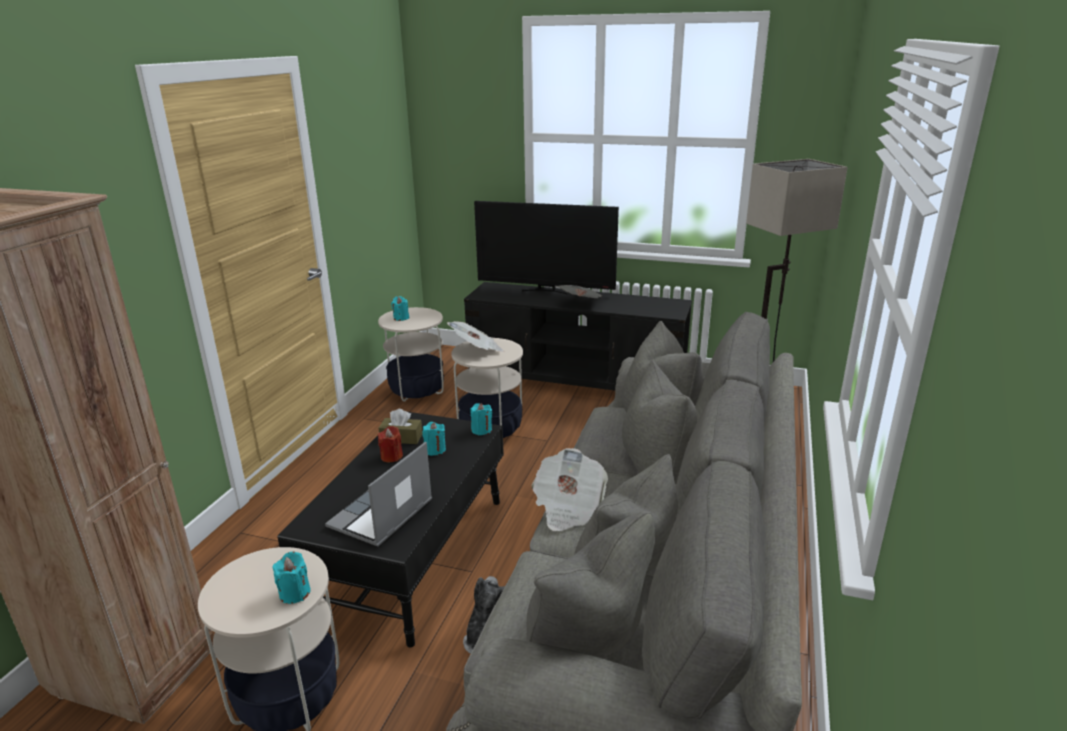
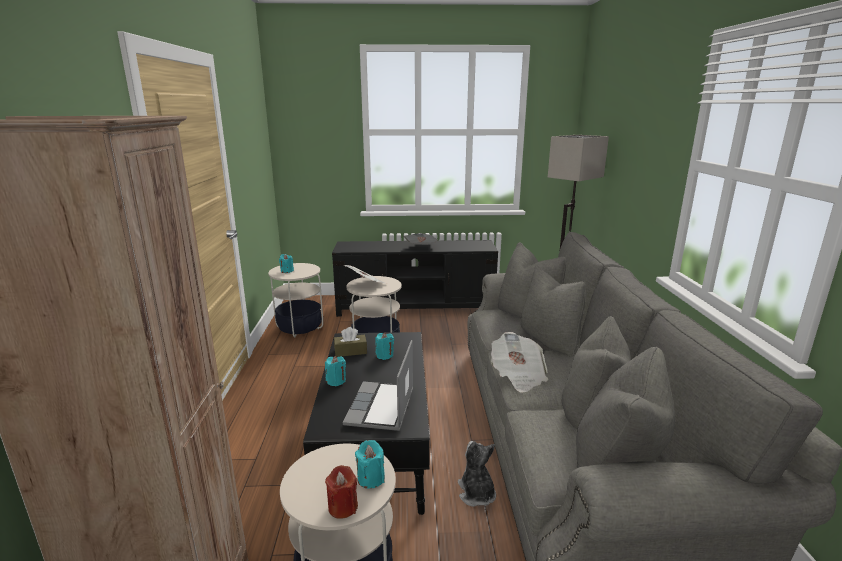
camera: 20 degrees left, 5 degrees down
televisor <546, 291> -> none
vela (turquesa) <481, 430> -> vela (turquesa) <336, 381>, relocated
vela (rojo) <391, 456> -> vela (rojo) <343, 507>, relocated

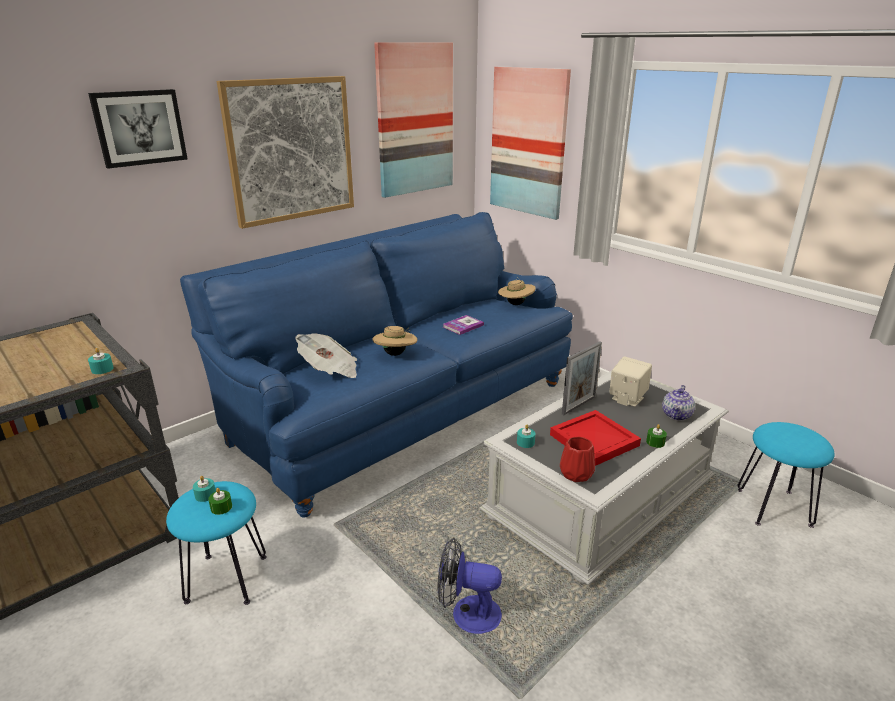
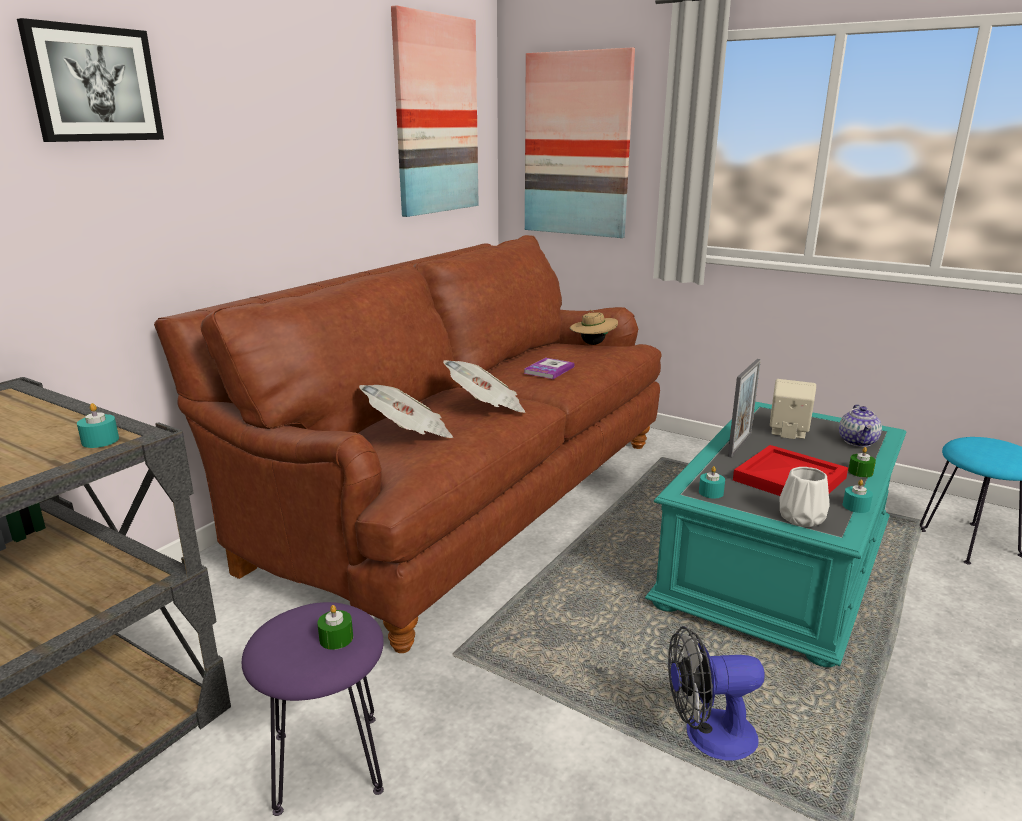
camera: 15 degrees left, 5 degrees down
cuadro <291, 150> -> none
sofá (azul) <397, 407> -> sofá (marrón) <458, 495>
sombrero (beis) <395, 354> -> periódico <486, 407>
mesa de centro (blanco) <601, 496> -> mesa de centro (turquesa) <777, 561>
florero (rojo) <575, 473> -> florero (blanco) <800, 518>
vela (turquesa) <205, 495> -> vela (turquesa) <856, 506>, relocated
taburete (turquesa) <226, 578> -> taburete (morado) <327, 762>

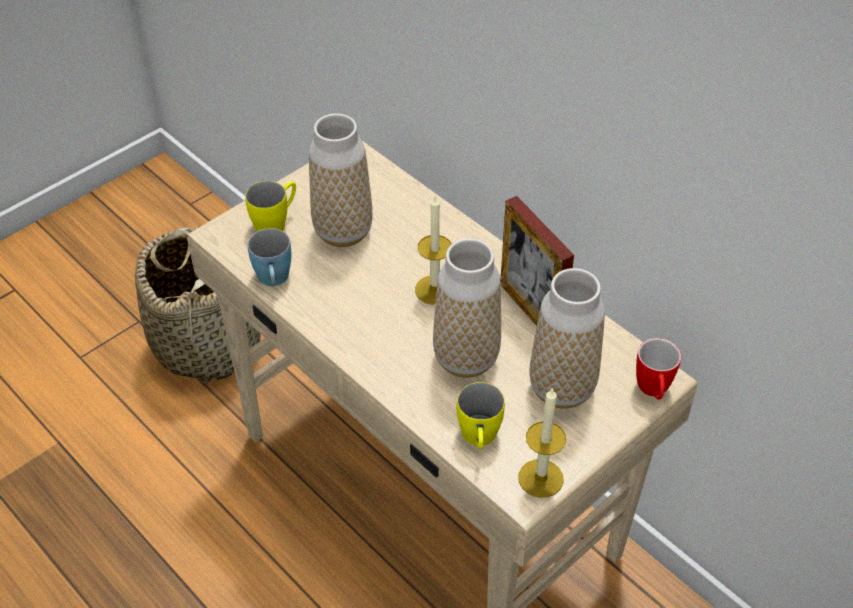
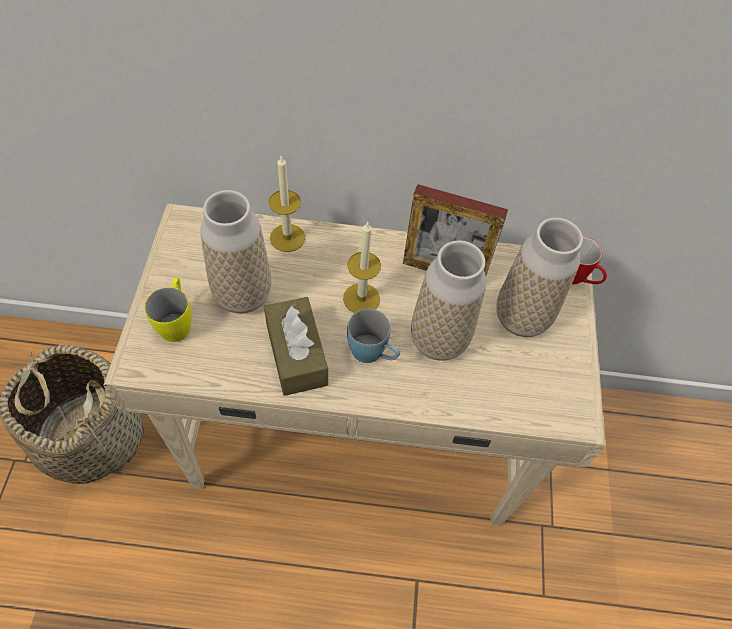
camera: 45 degrees left, 10 degrees up
taza grande (azul) <274, 281> -> taza grande (azul) <373, 354>, relocated
taza grande (amarillo) <479, 439> -> none
vela <540, 478> -> vela <287, 238>, relocated
none -> caja de pañuelos (marrón) <296, 354>

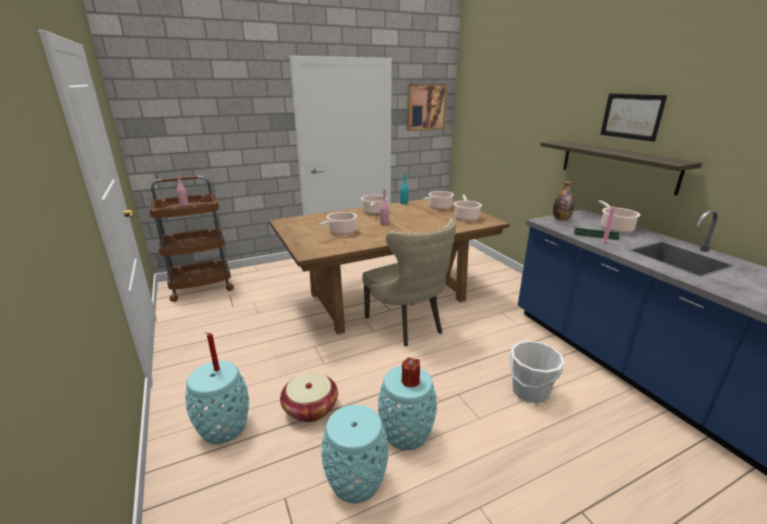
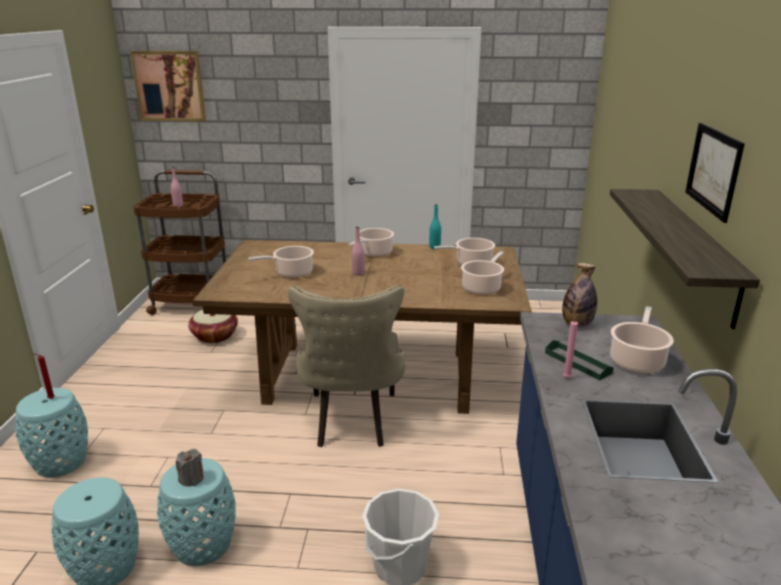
camera: 30 degrees right, 0 degrees up
cuadro <426, 107> -> cuadro <169, 86>, relocated
vela (rojo) <410, 381> -> vela (gris) <191, 479>
cesta <310, 408> -> cesta <214, 336>, relocated

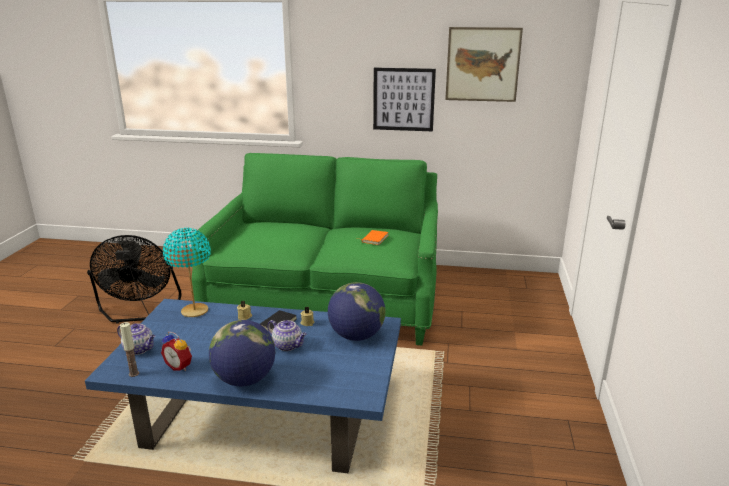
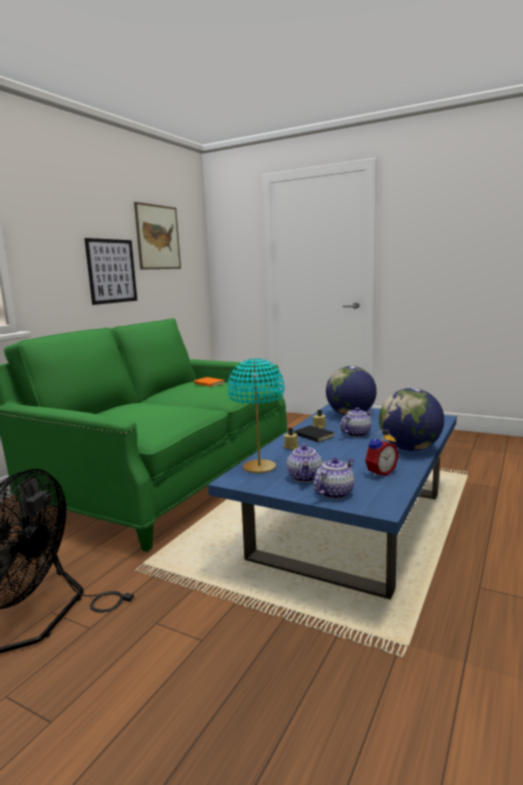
camera: 70 degrees left, 10 degrees down
vela <134, 373> -> none
none -> tetera <305, 478>

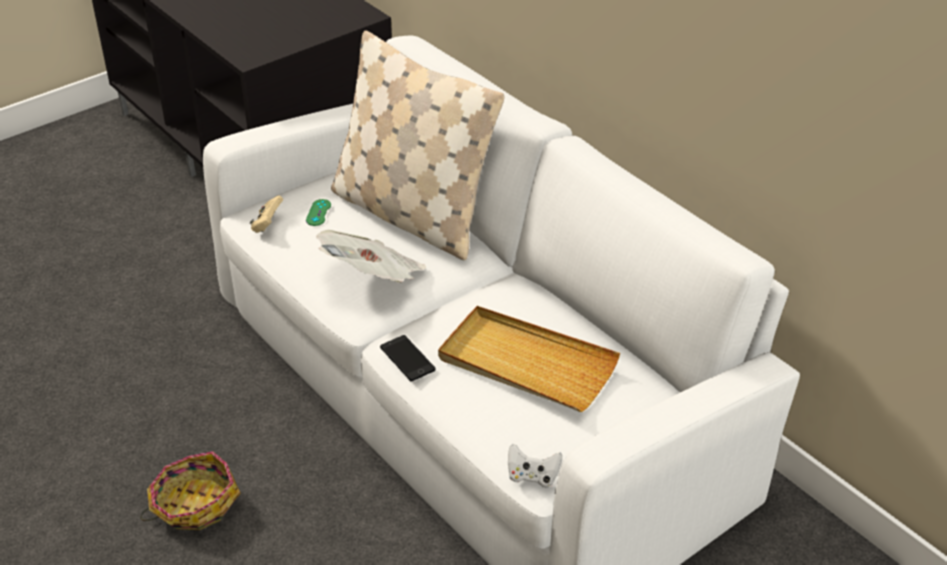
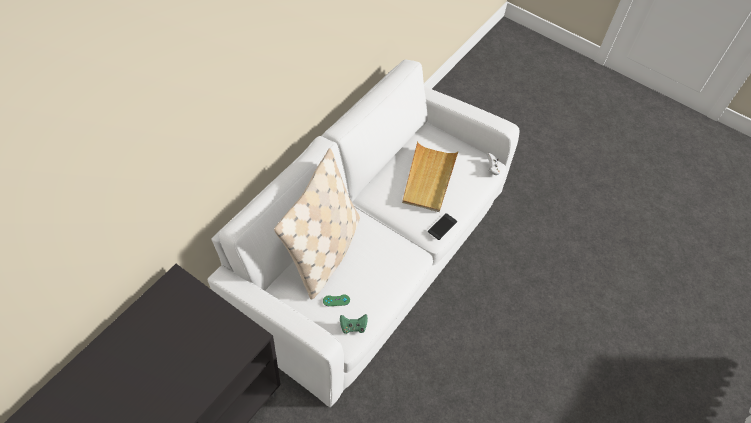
camera: 110 degrees left, 15 degrees up
mando de consola (beis) <267, 225> -> mando de consola (verde) <353, 327>
periódico <373, 278> -> none
cesta <194, 504> -> none

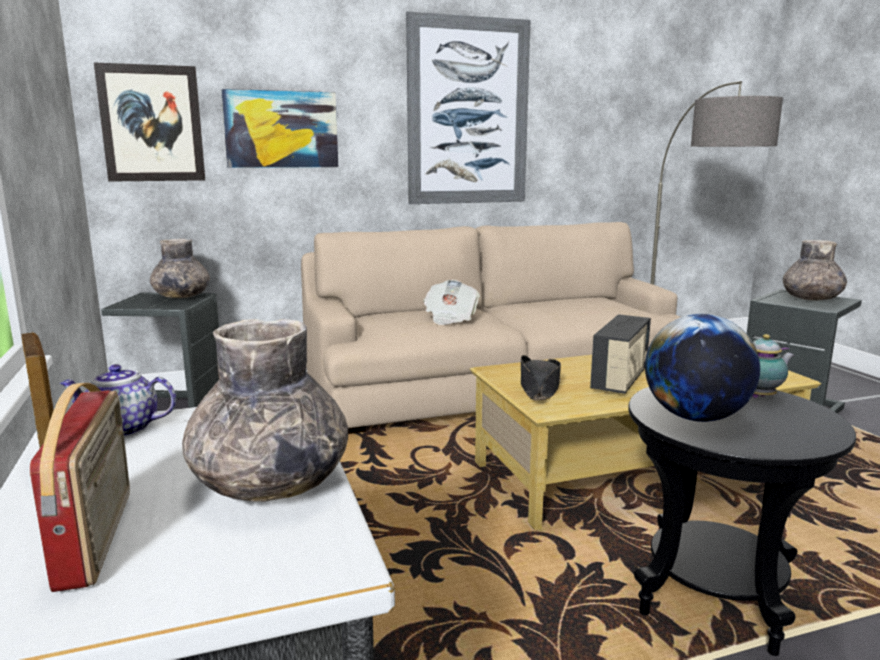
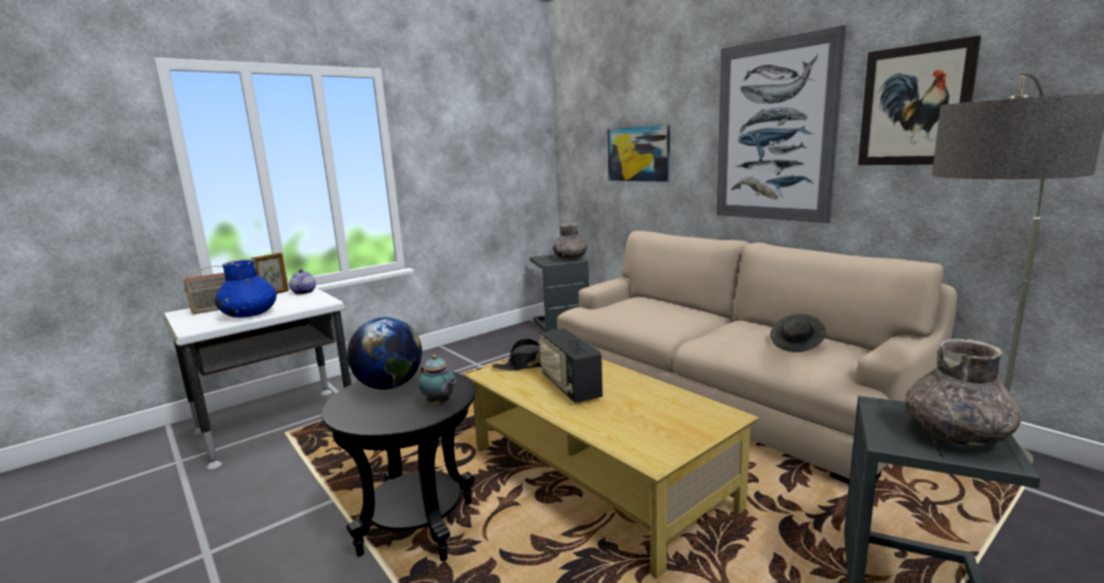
camera: 70 degrees right, 0 degrees up
cuadro <152, 124> -> cuadro <915, 106>, relocated
periódico <450, 318> -> none
radio <620, 380> -> radio <569, 387>, 60 degrees clockwise
florero (gris) <269, 484> -> florero (azul) <249, 314>
none -> sombrero (gris) <797, 344>

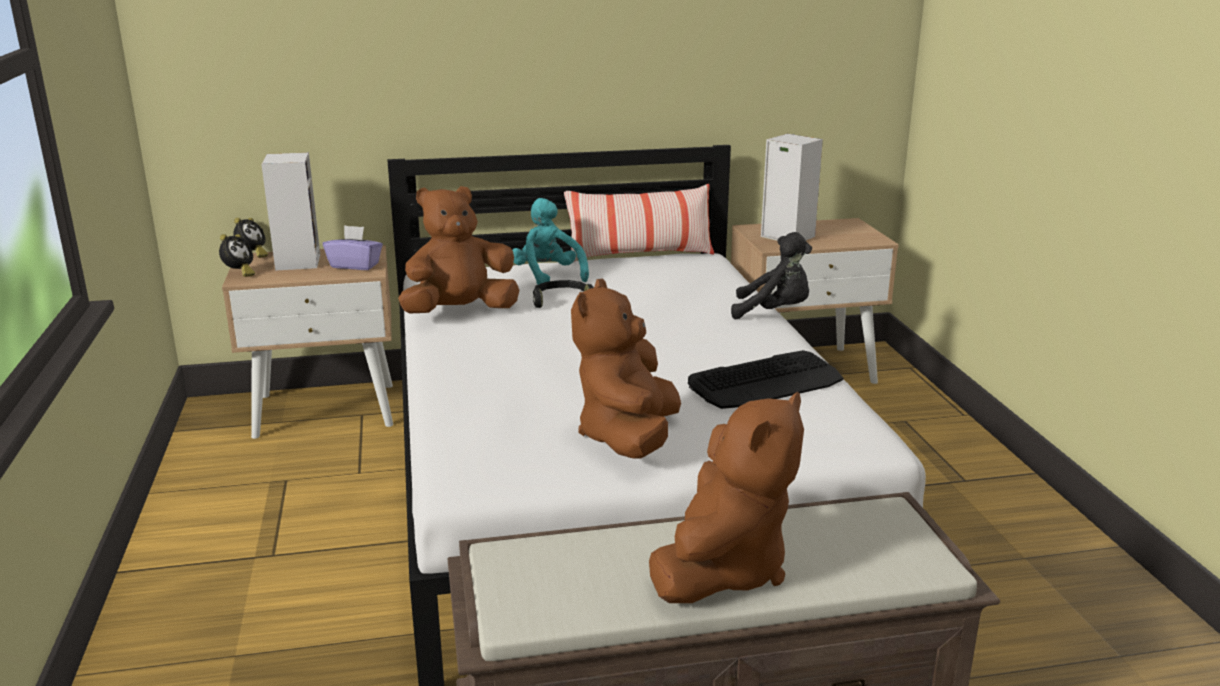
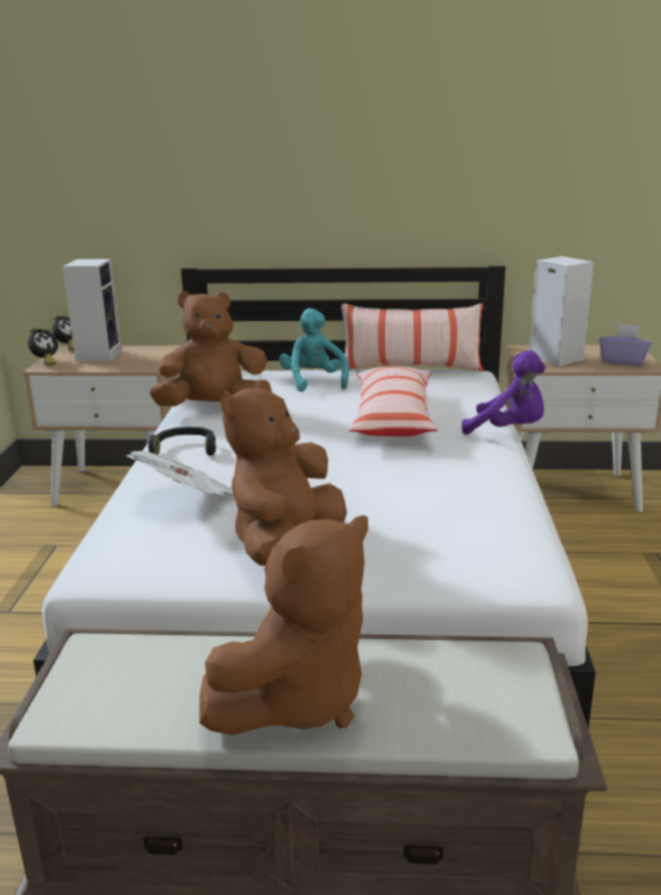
camera: 15 degrees right, 0 degrees up
caja de pañuelos (morado) <355, 265> -> caja de pañuelos (morado) <623, 361>, relocated
peluche (negro) <774, 312> -> peluche (morado) <509, 431>
auriculares (negro) <561, 300> -> auriculares (negro) <186, 449>, relocated
teclado <766, 382> -> none
none -> cojín <393, 418>
none -> periódico <188, 500>

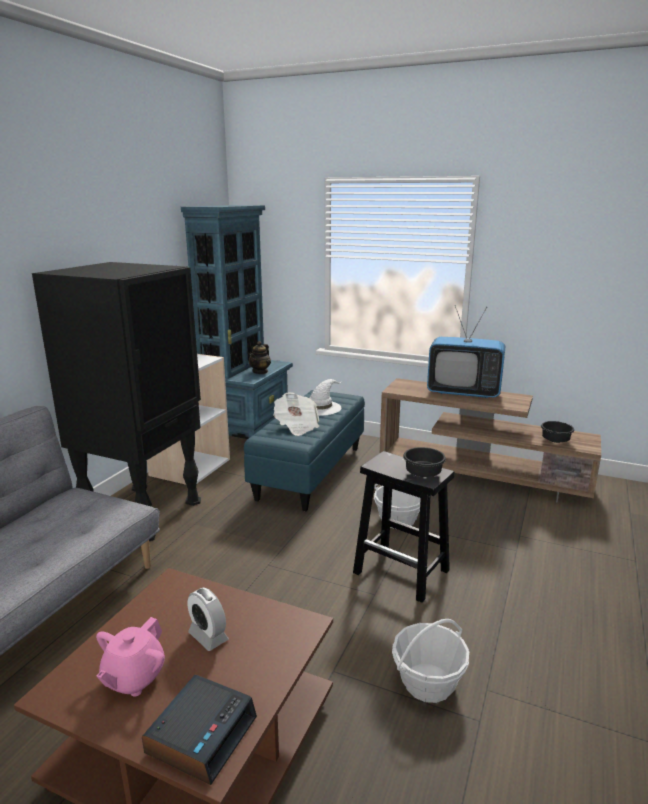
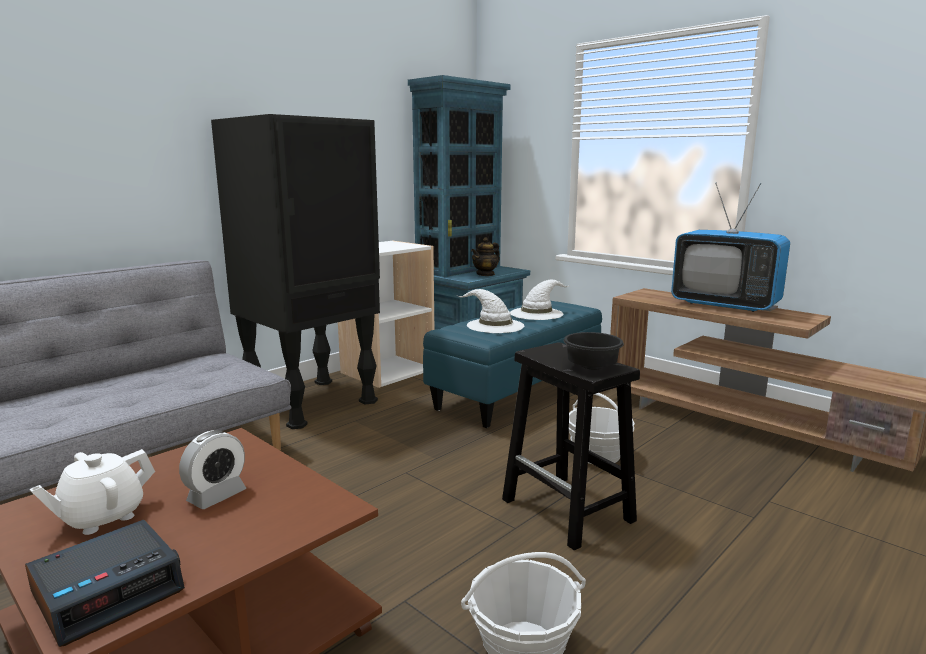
camera: 20 degrees right, 5 degrees down
periódico <296, 426> -> sombrero (blanco) <494, 325>
cuenco (negro) <554, 440> -> none
despertador <208, 636> -> despertador <216, 496>, 120 degrees counterclockwise
tetera (rosa) <133, 678> -> tetera (blanco) <102, 517>

